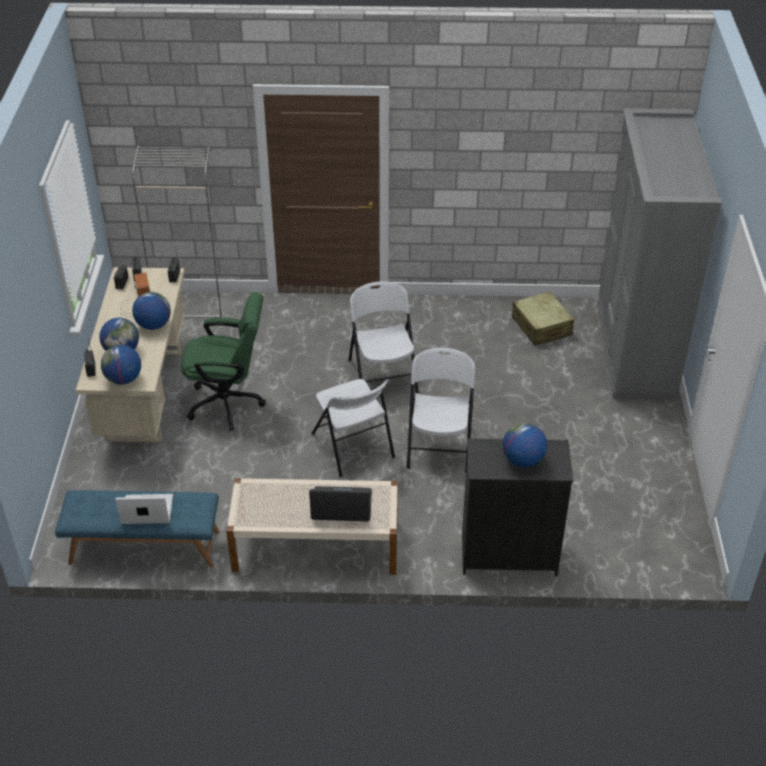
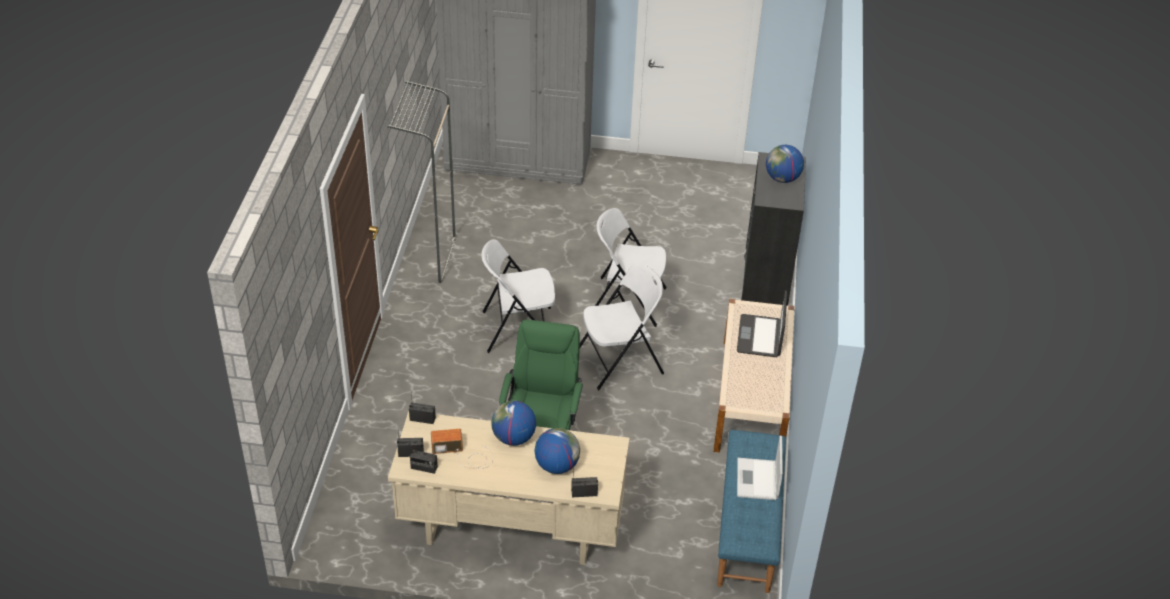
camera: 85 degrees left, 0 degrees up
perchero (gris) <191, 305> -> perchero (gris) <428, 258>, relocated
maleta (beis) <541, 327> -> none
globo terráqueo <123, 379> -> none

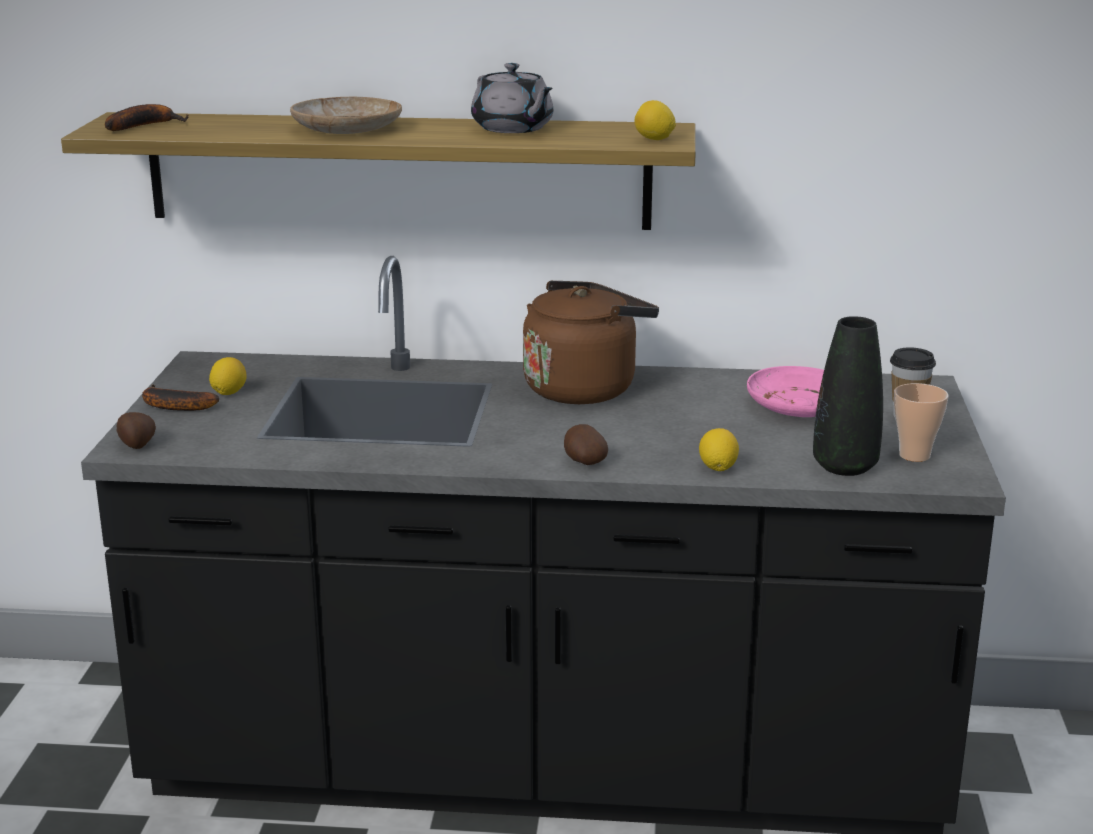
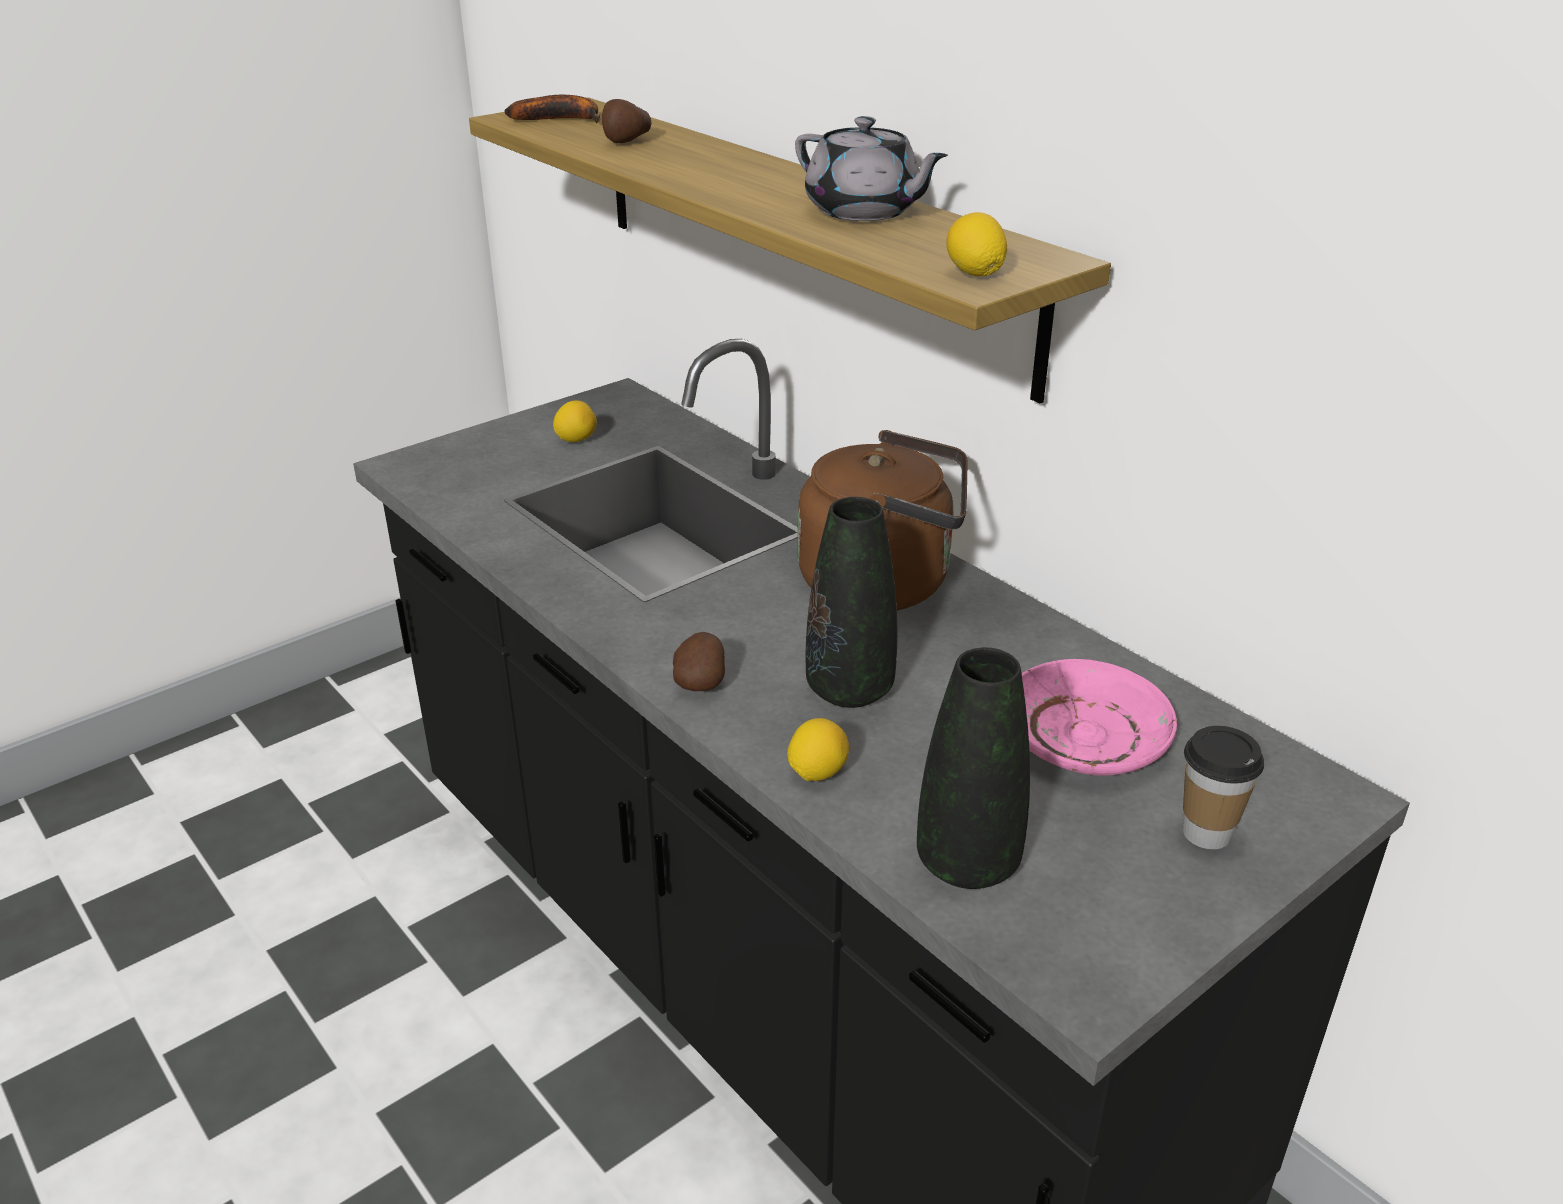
camera: 45 degrees right, 10 degrees up
tetera (gris) <513, 129> -> tetera (gris) <864, 211>, 60 degrees counterclockwise
plato (beis) <346, 128> -> none
taza <914, 455> -> none
plátano <172, 406> -> none
patata <137, 445> -> patata <625, 142>, relocated
none -> florero (negro) <849, 690>

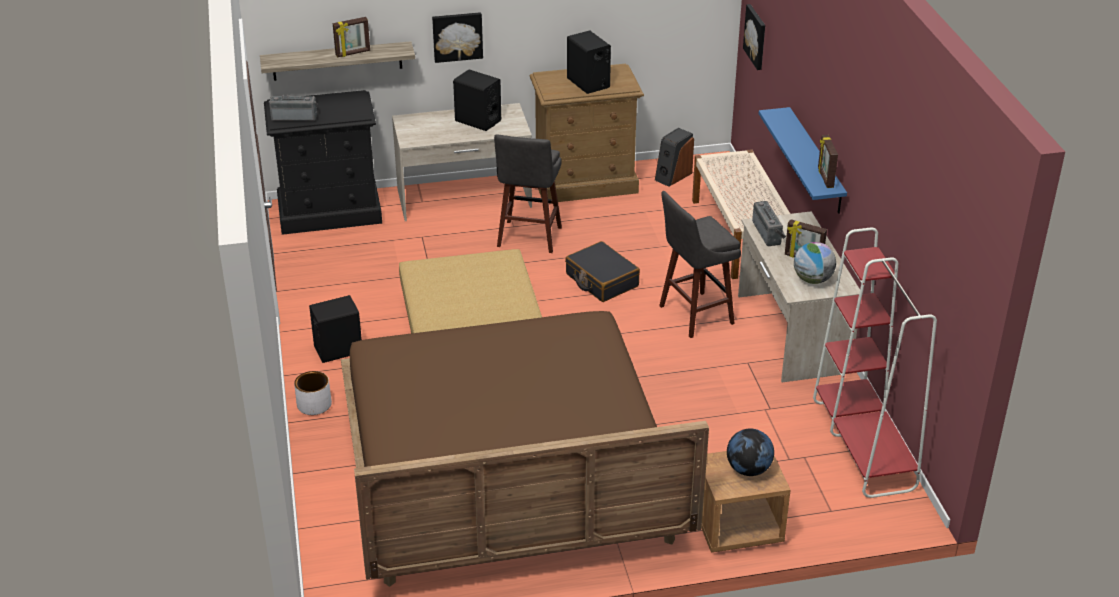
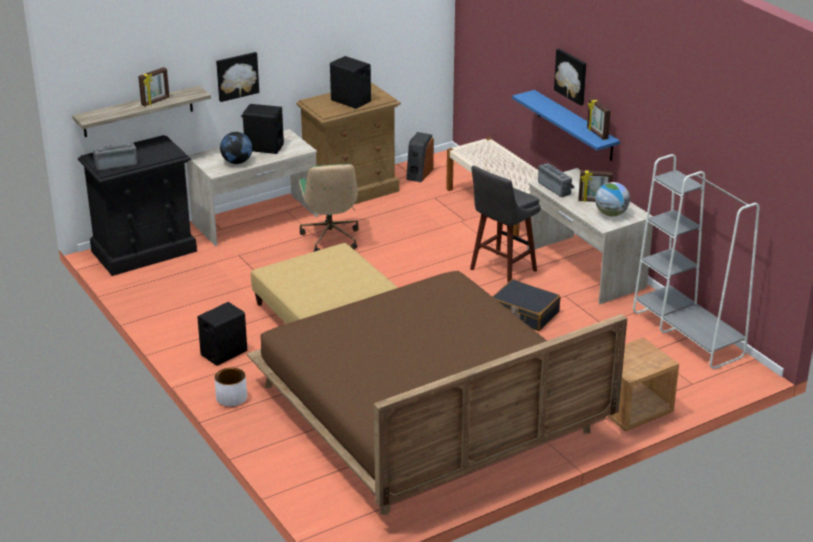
camera: 20 degrees left, 5 degrees down
cuadro <756, 36> -> cuadro <571, 76>, relocated
taburete (gris) <528, 238> -> silla de oficina (verde) <330, 240>
perchero (rojo) <863, 447> -> perchero (gris) <687, 335>
maleta (negro) <601, 280> -> maleta (negro) <524, 314>, relocated
globo terráqueo <748, 470> -> globo terráqueo <237, 162>, relocated

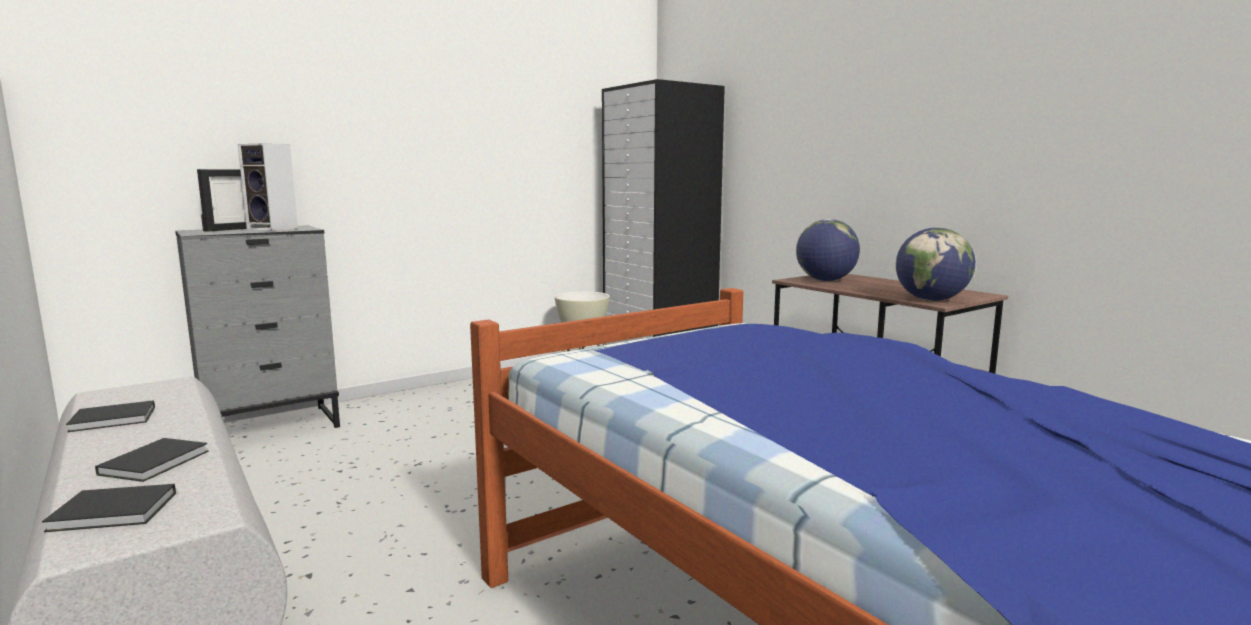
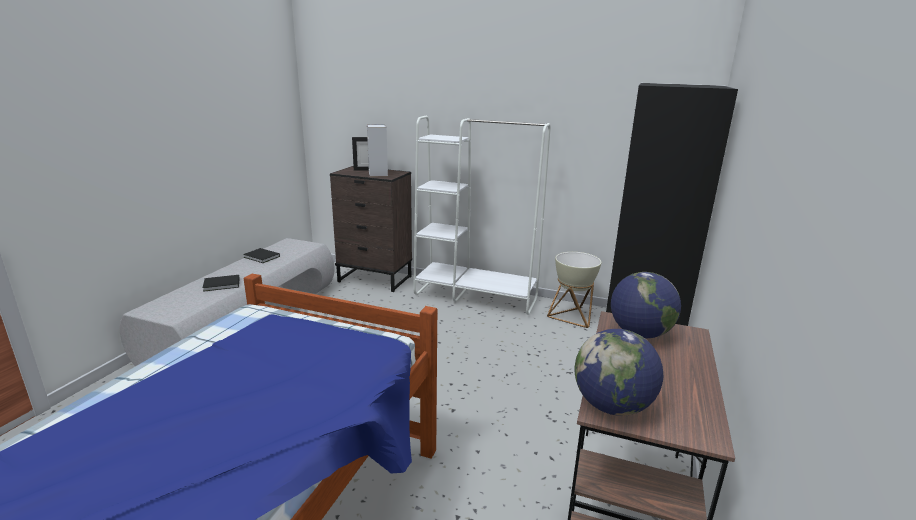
camera: 55 degrees right, 10 degrees up
cómoda (gris) <272, 427> -> cómoda (marrón) <375, 279>
libro (negro) <115, 512> -> none
none -> perchero (blanco) <476, 298>

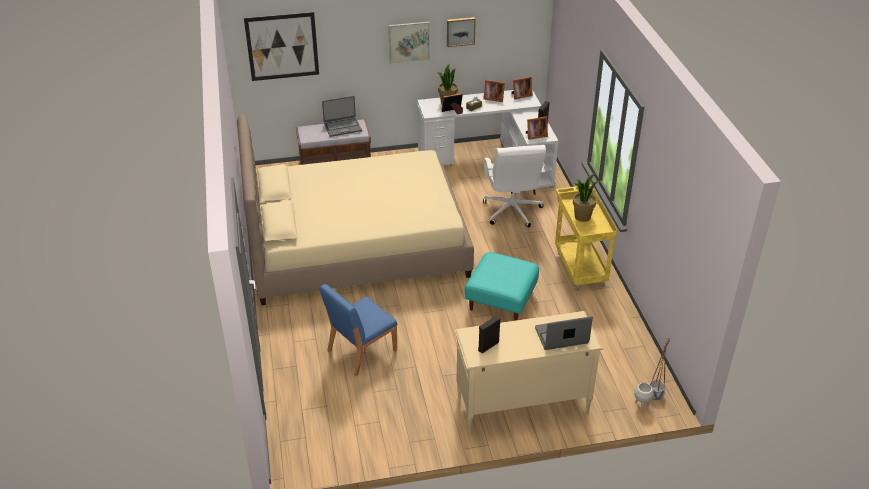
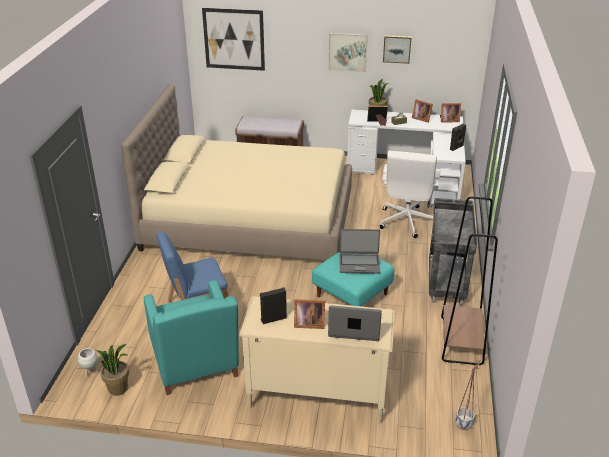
camera: 20 degrees right, 5 degrees down
portátil <342, 127> -> portátil <359, 264>, relocated
portarretratos <535, 136> -> portarretratos <308, 323>, relocated
planta en maceta <582, 216> -> planta en maceta <118, 388>, relocated
carrito (amarillo) <578, 267> -> carrito (gris) <446, 282>
maceta (blanco) <641, 405> -> maceta (blanco) <90, 372>, relocated
none -> perchero <461, 341>
none -> sillón (turquesa) <195, 363>

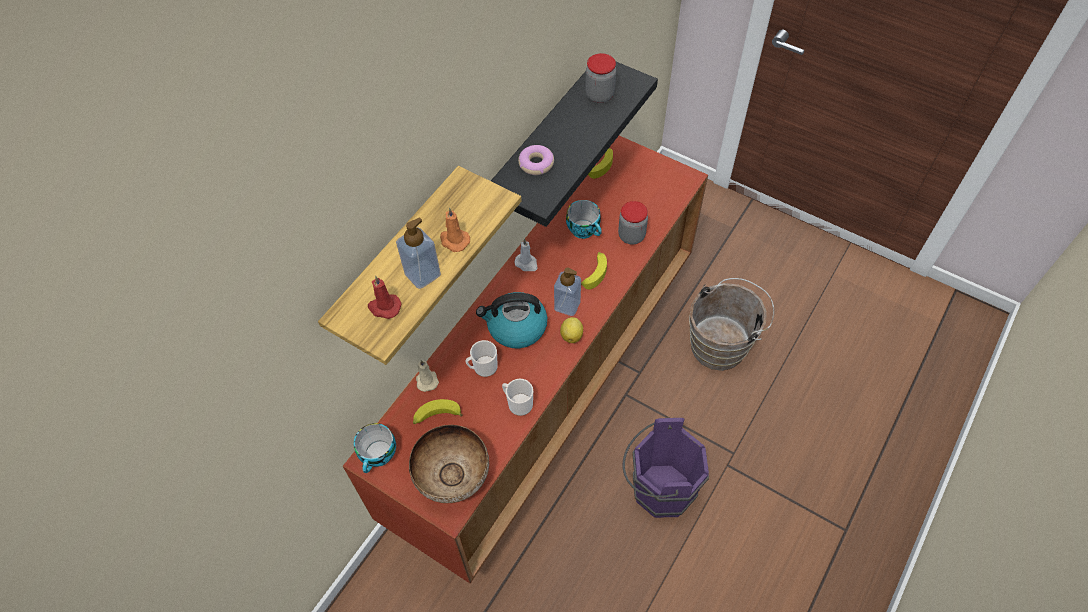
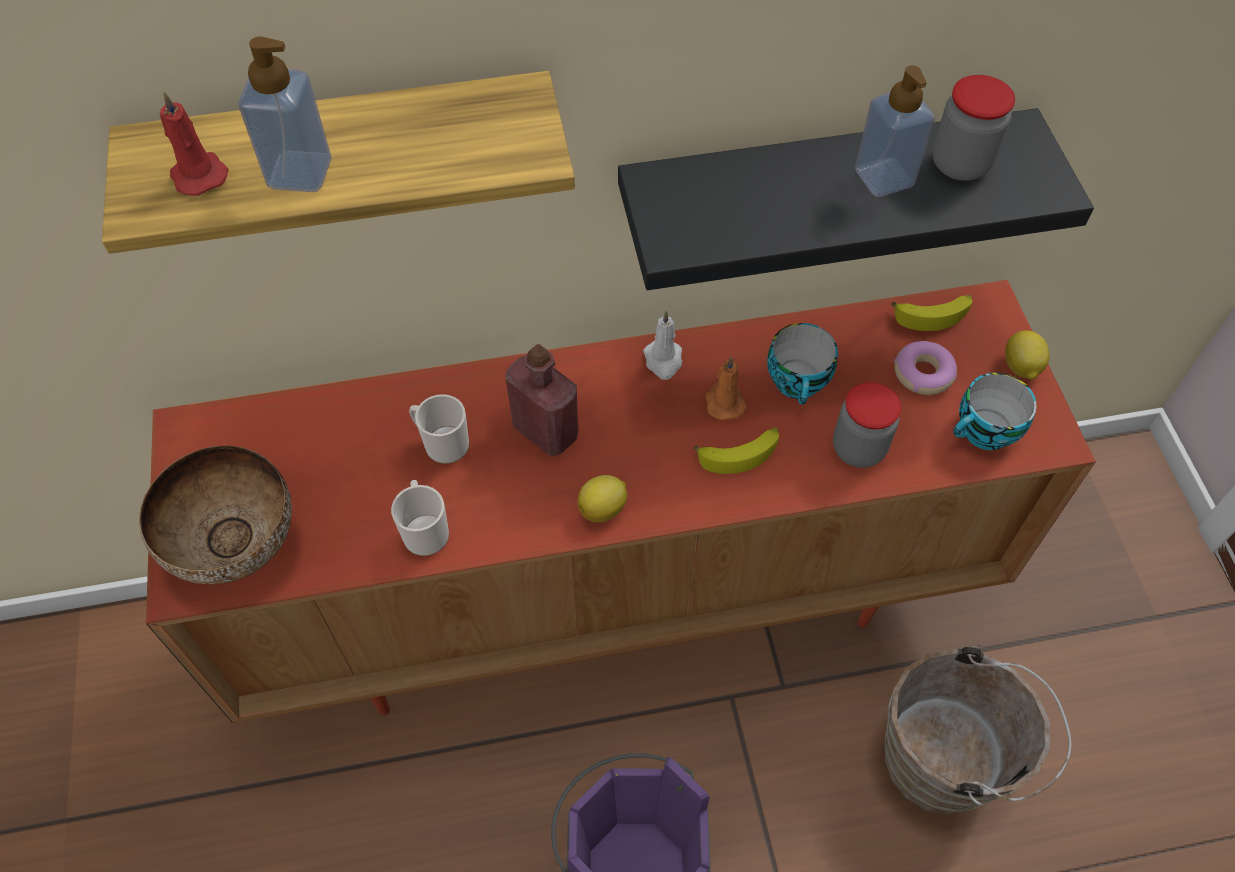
camera: 45 degrees right, 0 degrees up
rosquilla <536, 164> -> rosquilla <923, 373>, relocated
vela (naranja) <454, 240> -> vela (naranja) <724, 401>, relocated
dispensador de jabón <567, 305> -> dispensador de jabón <884, 178>, relocated
hervidor <516, 327> -> botella (rojo) <545, 431>
vela (beis) <427, 380> -> none
plátano <437, 416> -> none
taza <379, 456> -> taza <984, 433>, relocated
none -> limón <1020, 367>

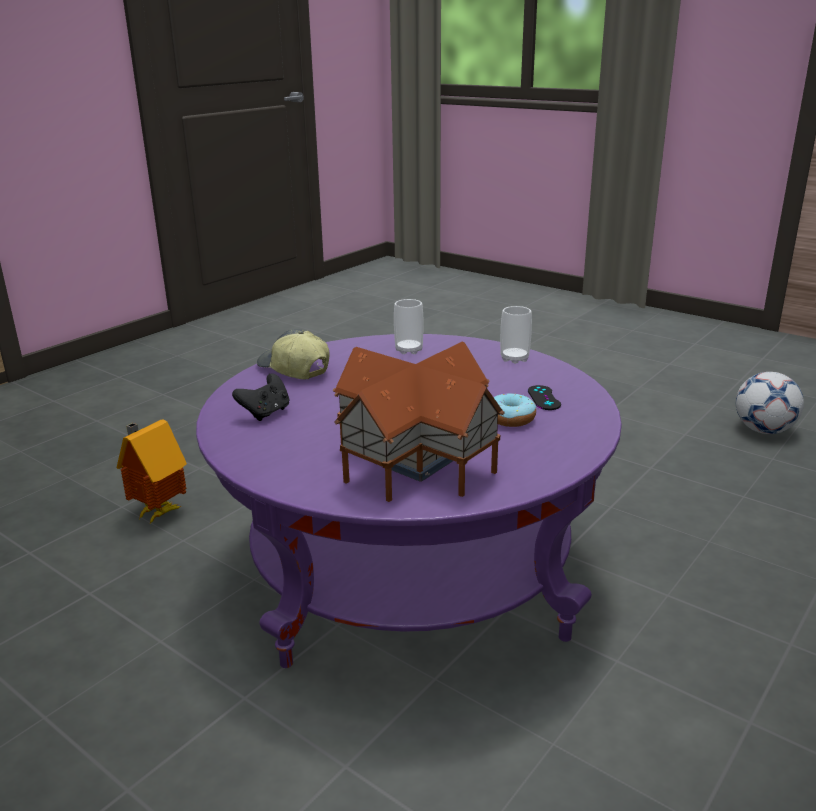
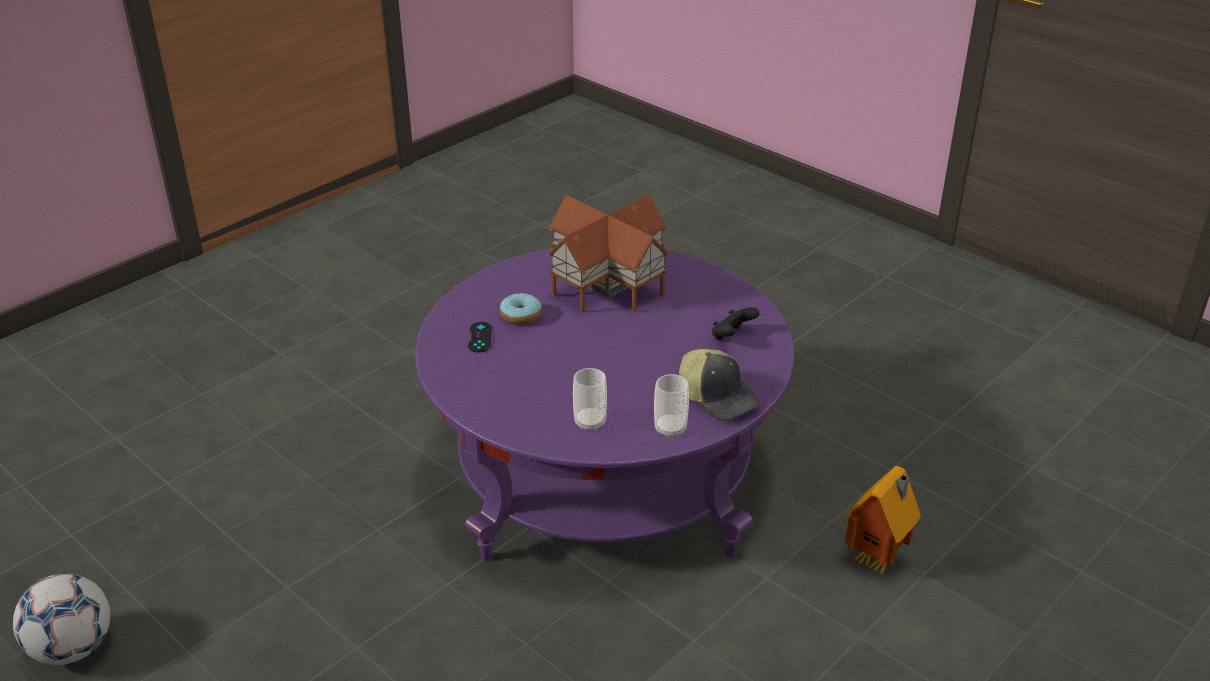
camera: 175 degrees left, 10 degrees up
taza <514, 359> -> taza <670, 429>, relocated

